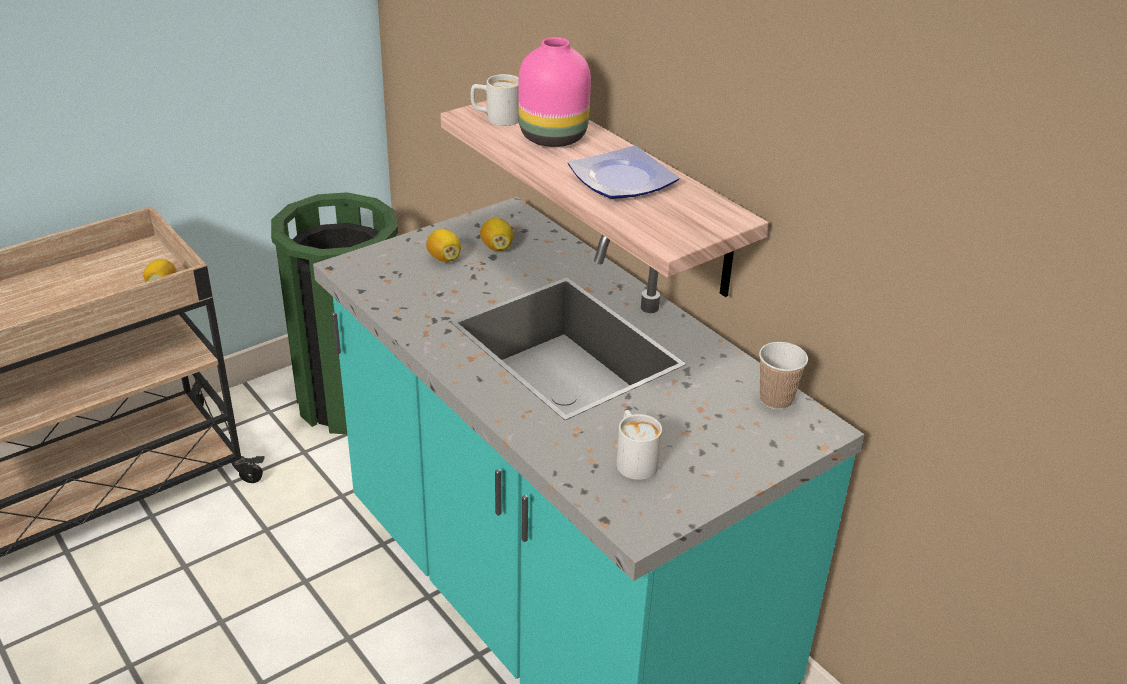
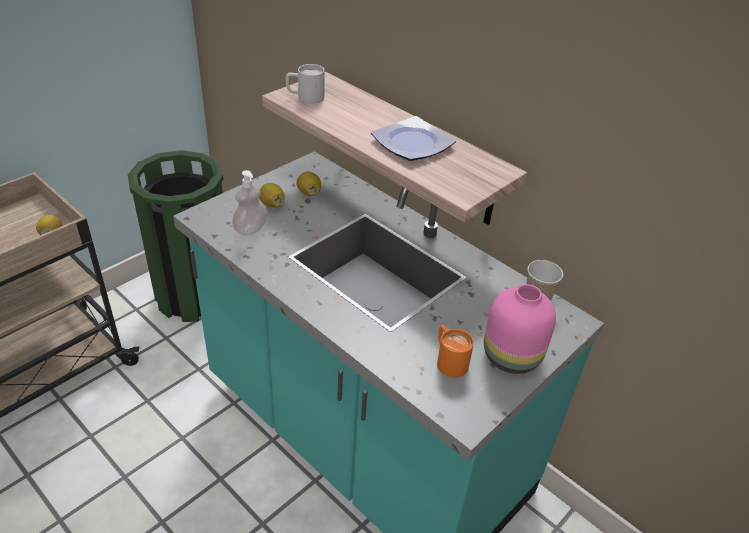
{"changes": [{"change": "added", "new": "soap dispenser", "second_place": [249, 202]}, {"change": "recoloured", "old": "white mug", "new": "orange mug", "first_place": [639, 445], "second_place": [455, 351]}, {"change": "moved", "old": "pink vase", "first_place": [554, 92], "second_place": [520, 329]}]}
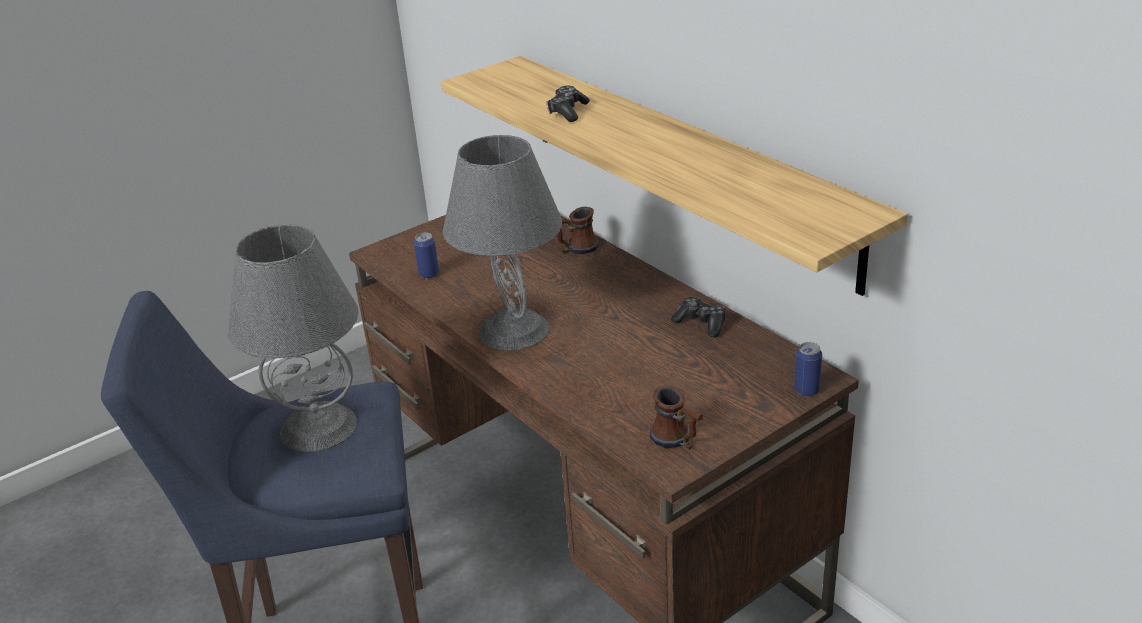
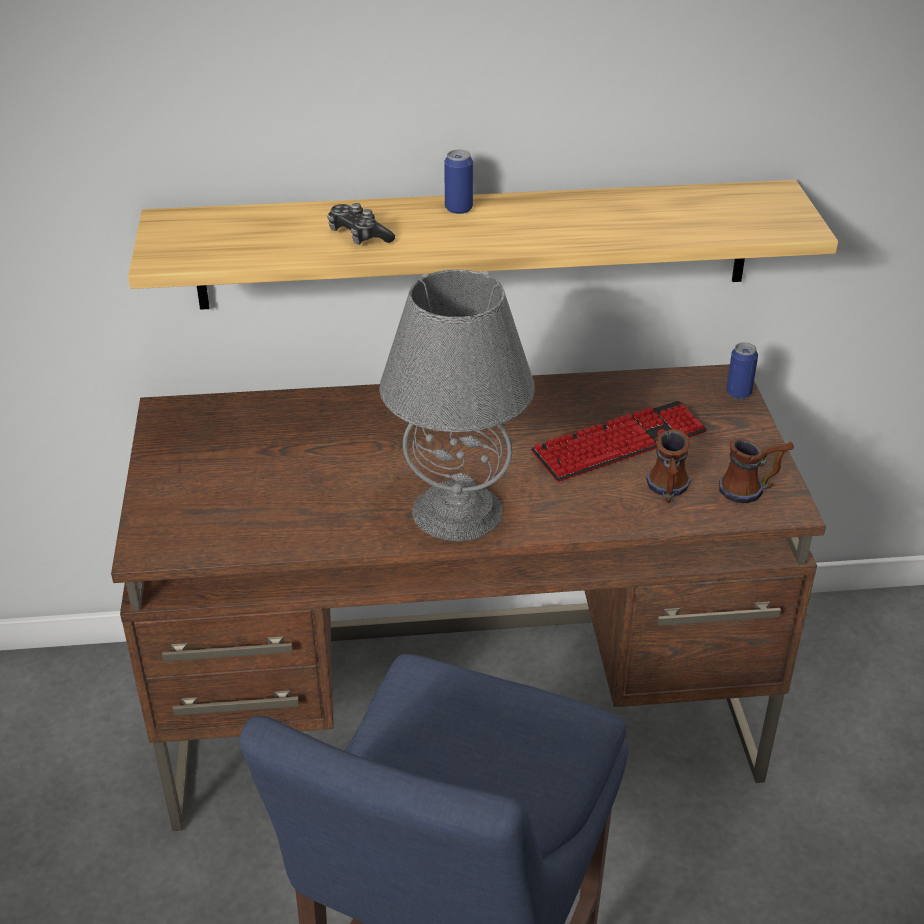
{"changes": [{"change": "moved", "old": "can", "first_place": [426, 256], "second_place": [458, 181]}, {"change": "added", "new": "keyboard", "second_place": [619, 441]}, {"change": "moved", "old": "mug", "first_place": [578, 230], "second_place": [668, 466]}, {"change": "removed", "old": "grey table lamp", "first_place": [293, 338]}, {"change": "removed", "old": "game controller", "first_place": [698, 317]}]}
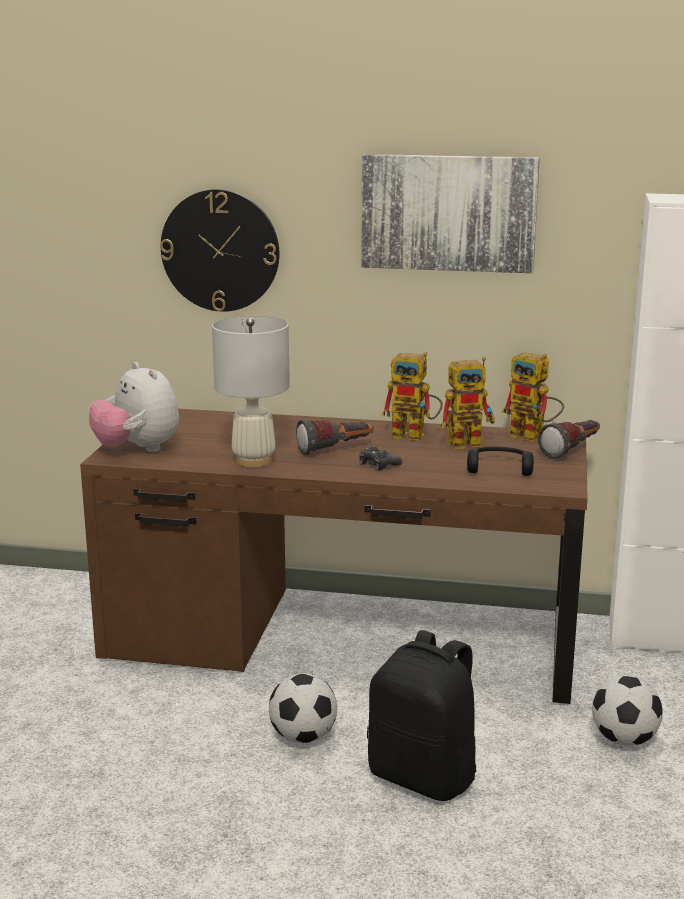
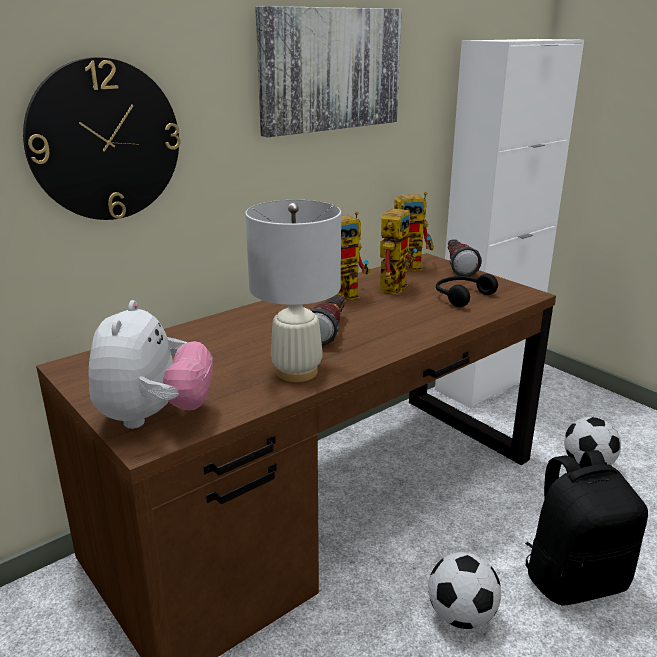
{"changes": [{"change": "turned", "old": "plush toy", "first_place": [134, 407], "second_place": [150, 364], "degrees": -90}, {"change": "removed", "old": "black game controller", "first_place": [380, 458]}]}
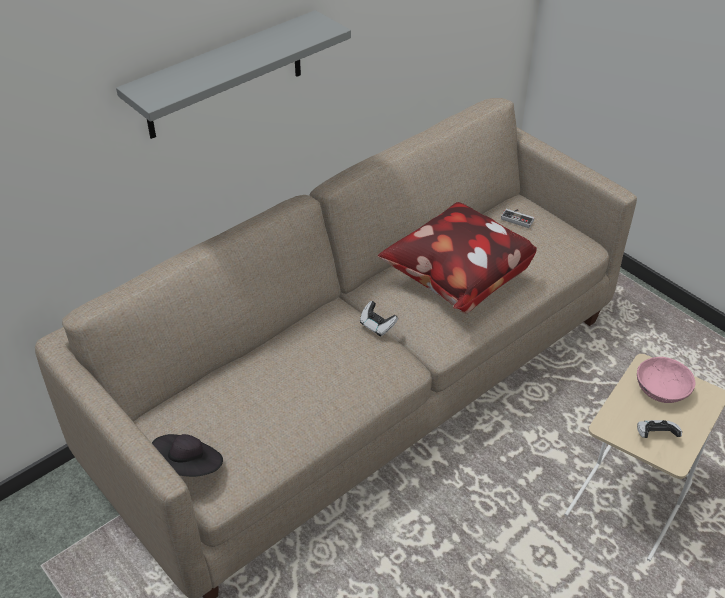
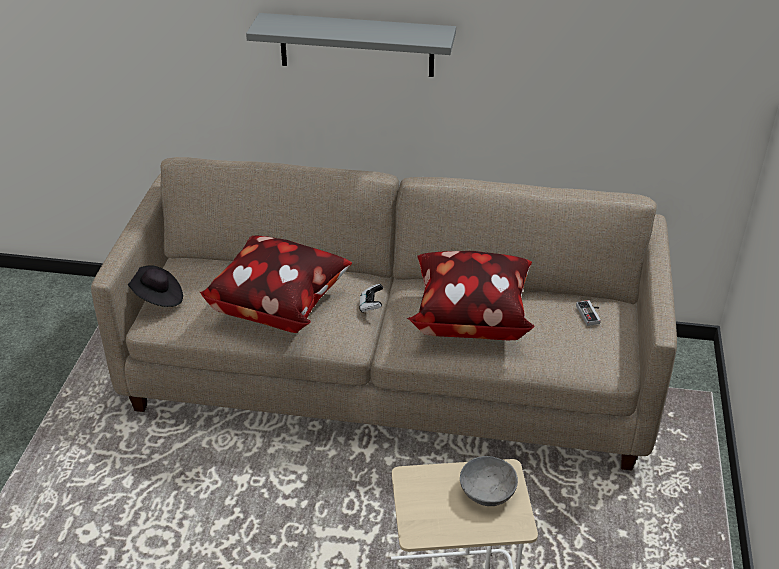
{"changes": [{"change": "added", "new": "pillow", "second_place": [276, 284]}, {"change": "recoloured", "old": "pink bowl", "new": "grey bowl", "first_place": [666, 380], "second_place": [489, 481]}, {"change": "removed", "old": "game controller", "first_place": [659, 429]}]}
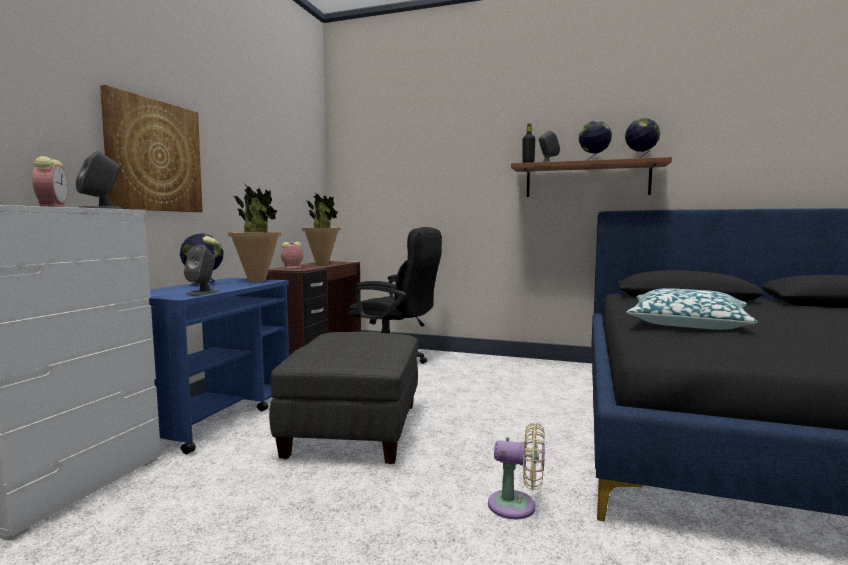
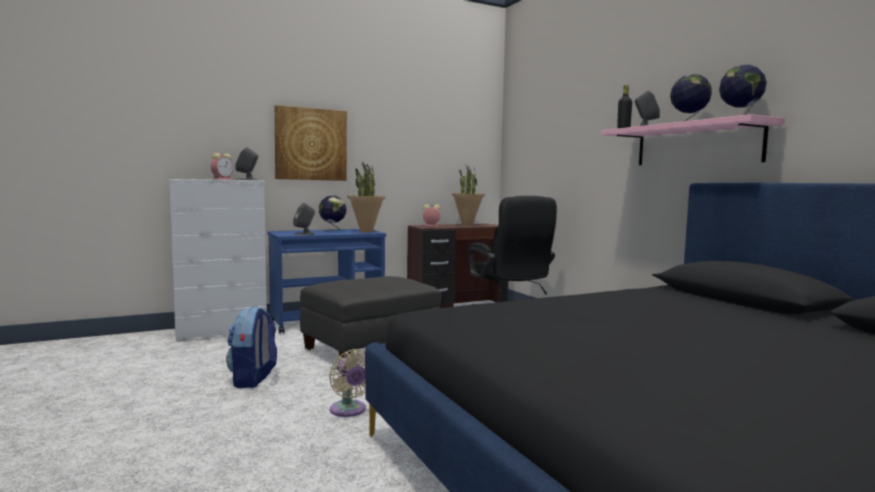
{"changes": [{"change": "added", "new": "backpack", "second_place": [251, 347]}, {"change": "recoloured", "old": "brown shelf", "new": "pink shelf", "first_place": [591, 177], "second_place": [693, 139]}, {"change": "removed", "old": "pillow", "first_place": [692, 309]}]}
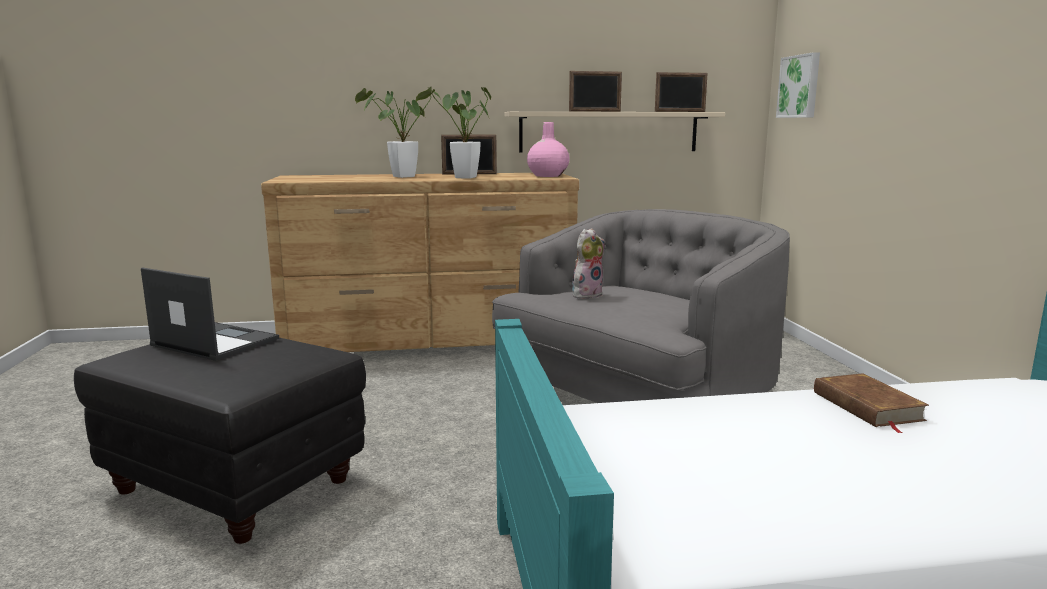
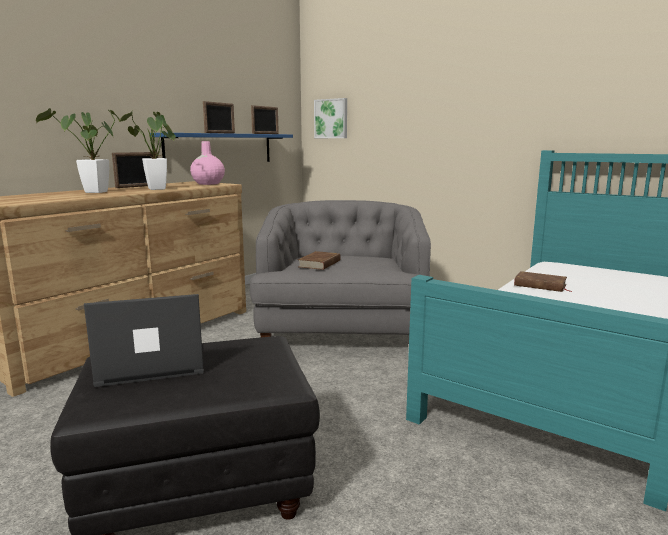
{"changes": [{"change": "recoloured", "old": "beige shelf", "new": "blue shelf", "first_place": [614, 132], "second_place": [221, 147]}, {"change": "replaced", "old": "plush toy", "new": "brown book", "first_place": [588, 263], "second_place": [319, 260]}]}
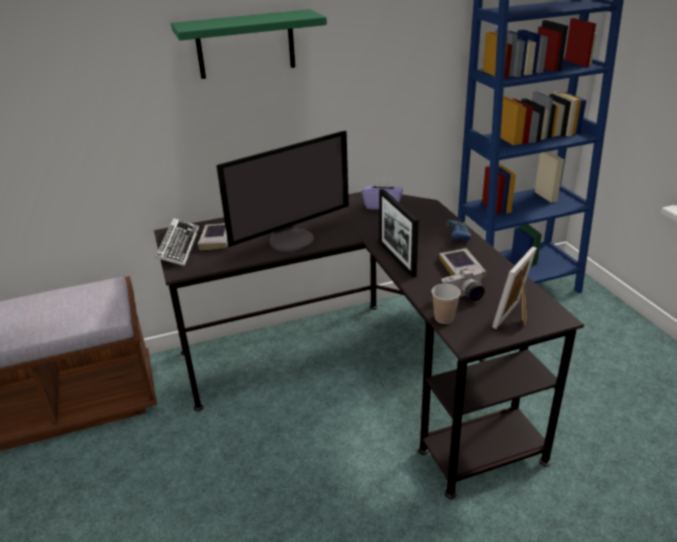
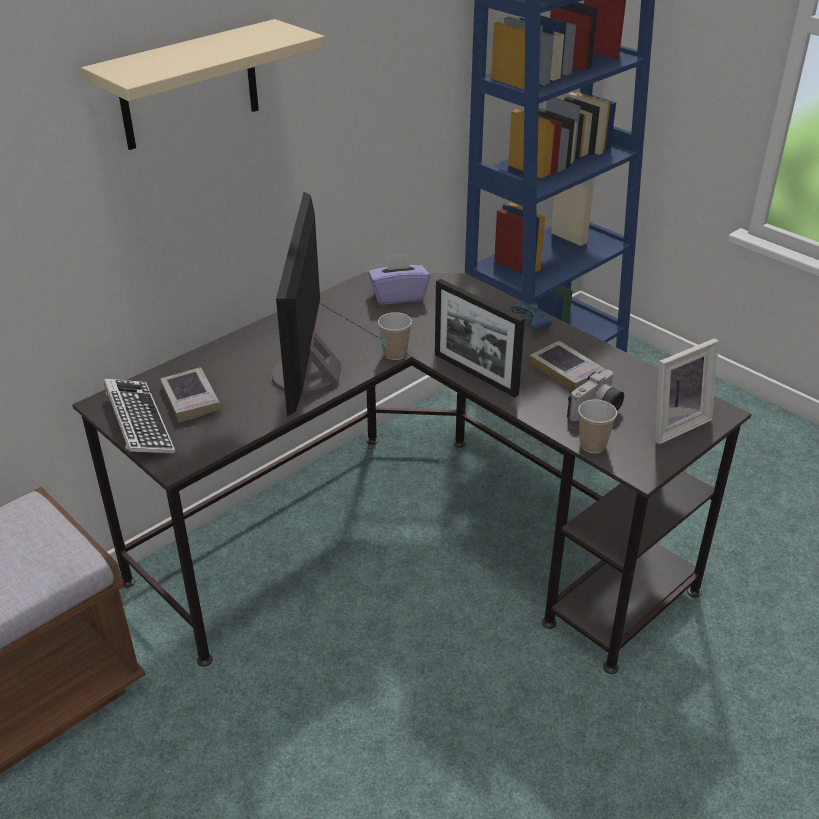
{"changes": [{"change": "recoloured", "old": "green shelf", "new": "beige shelf", "first_place": [249, 44], "second_place": [203, 84]}, {"change": "turned", "old": "monitor", "first_place": [283, 191], "second_place": [306, 304], "degrees": 150}, {"change": "added", "new": "cup", "second_place": [395, 336]}, {"change": "turned", "old": "picture frame", "first_place": [514, 288], "second_place": [687, 391], "degrees": -135}]}
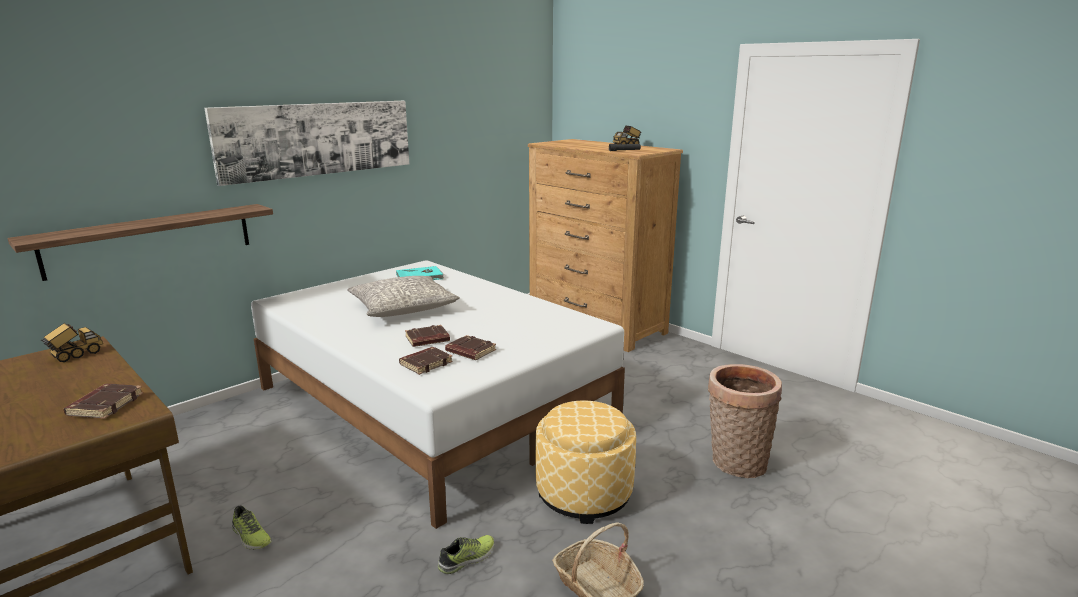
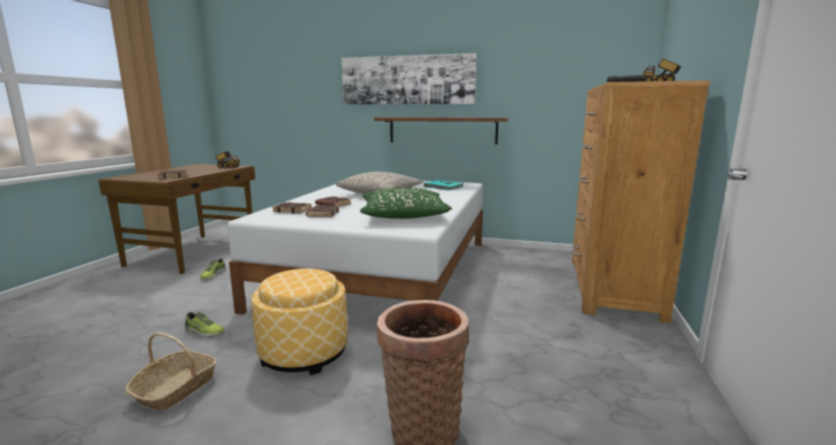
{"changes": [{"change": "added", "new": "green pillow", "second_place": [406, 203]}, {"change": "moved", "old": "shelf", "first_place": [140, 242], "second_place": [441, 130]}]}
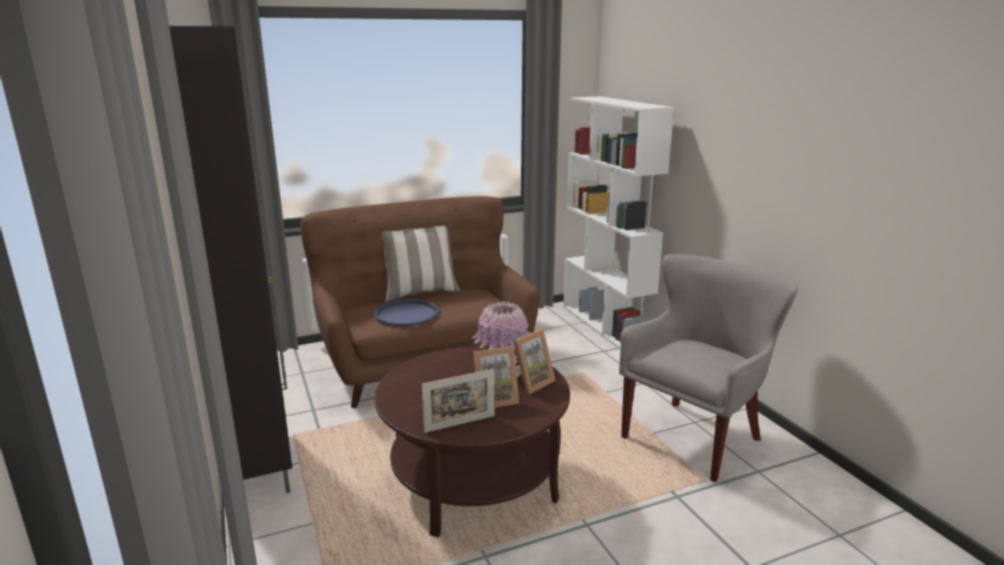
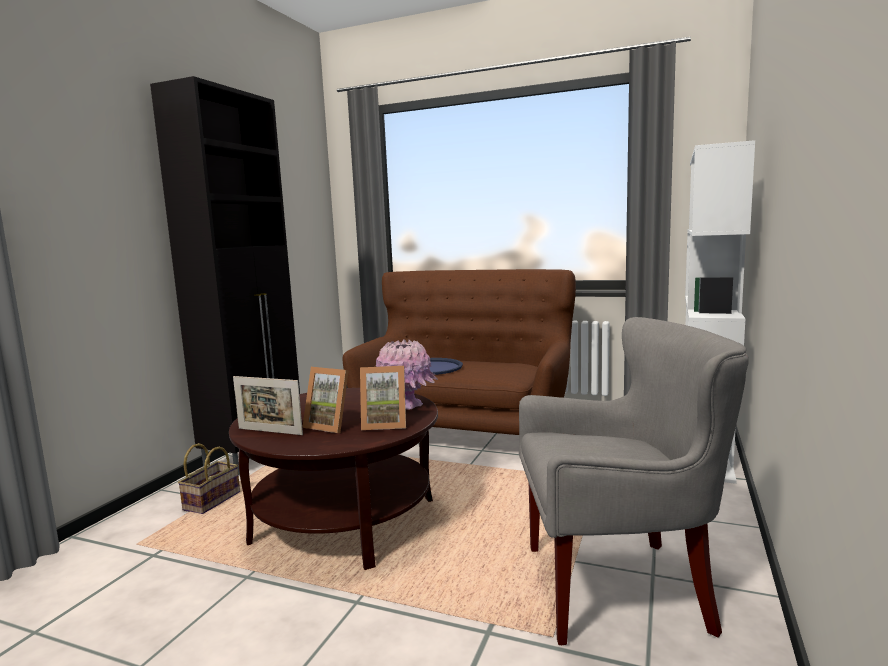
{"changes": [{"change": "added", "new": "basket", "second_place": [209, 478]}, {"change": "removed", "old": "pillow", "first_place": [421, 264]}]}
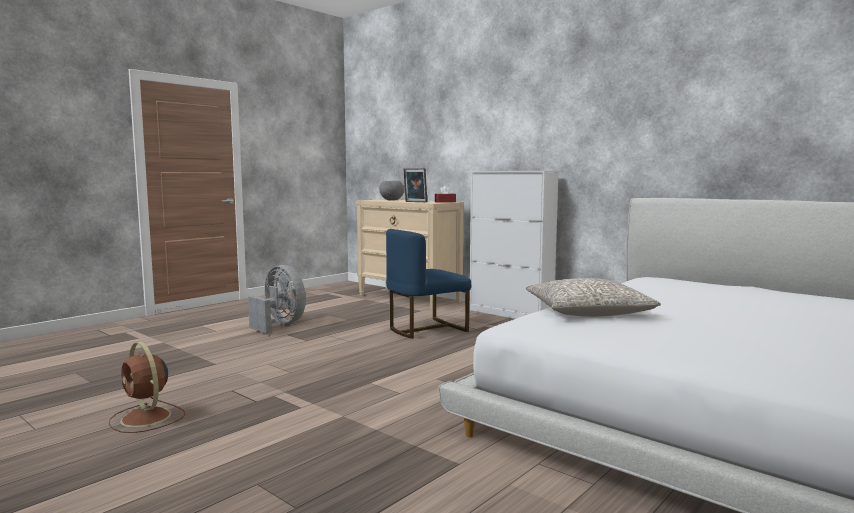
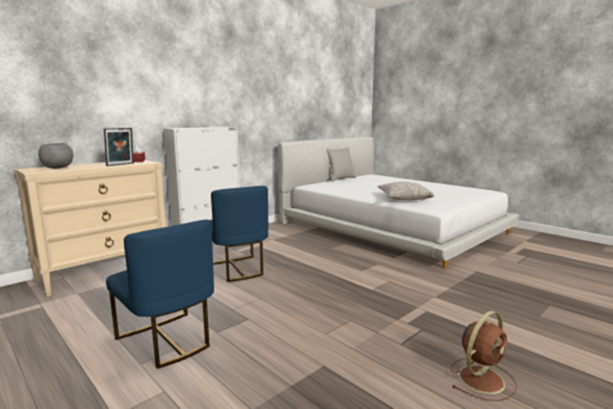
{"changes": [{"change": "replaced", "old": "grey fan", "new": "blue chair", "first_place": [277, 299], "second_place": [160, 294]}, {"change": "added", "new": "grey pillow", "second_place": [341, 164]}]}
